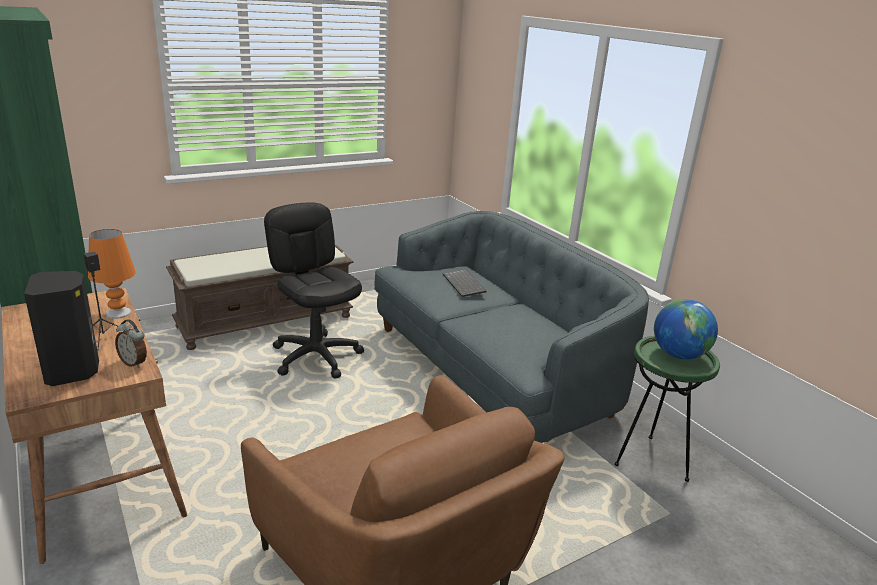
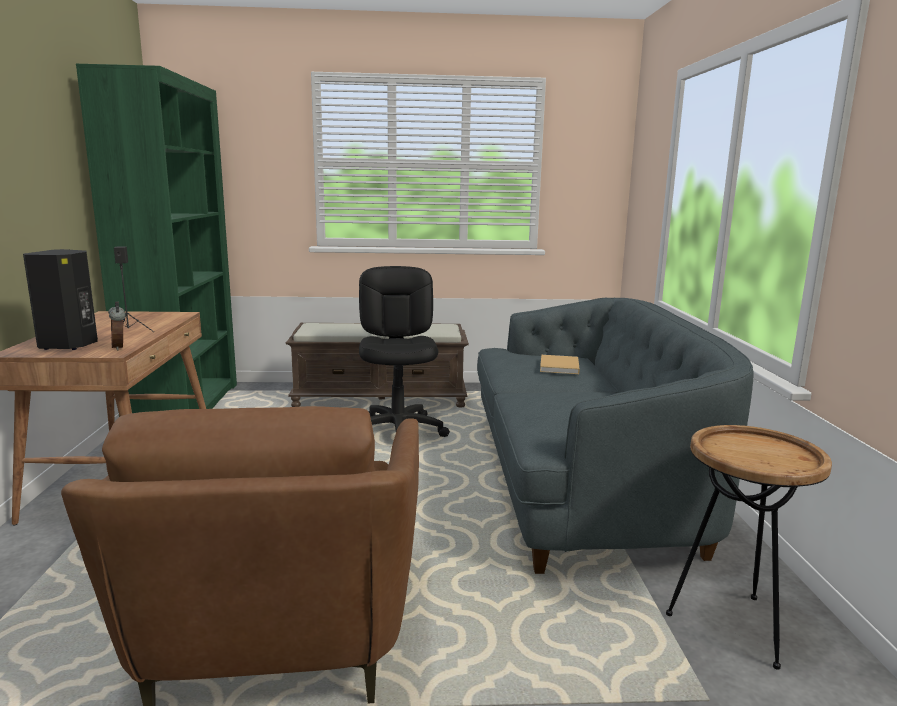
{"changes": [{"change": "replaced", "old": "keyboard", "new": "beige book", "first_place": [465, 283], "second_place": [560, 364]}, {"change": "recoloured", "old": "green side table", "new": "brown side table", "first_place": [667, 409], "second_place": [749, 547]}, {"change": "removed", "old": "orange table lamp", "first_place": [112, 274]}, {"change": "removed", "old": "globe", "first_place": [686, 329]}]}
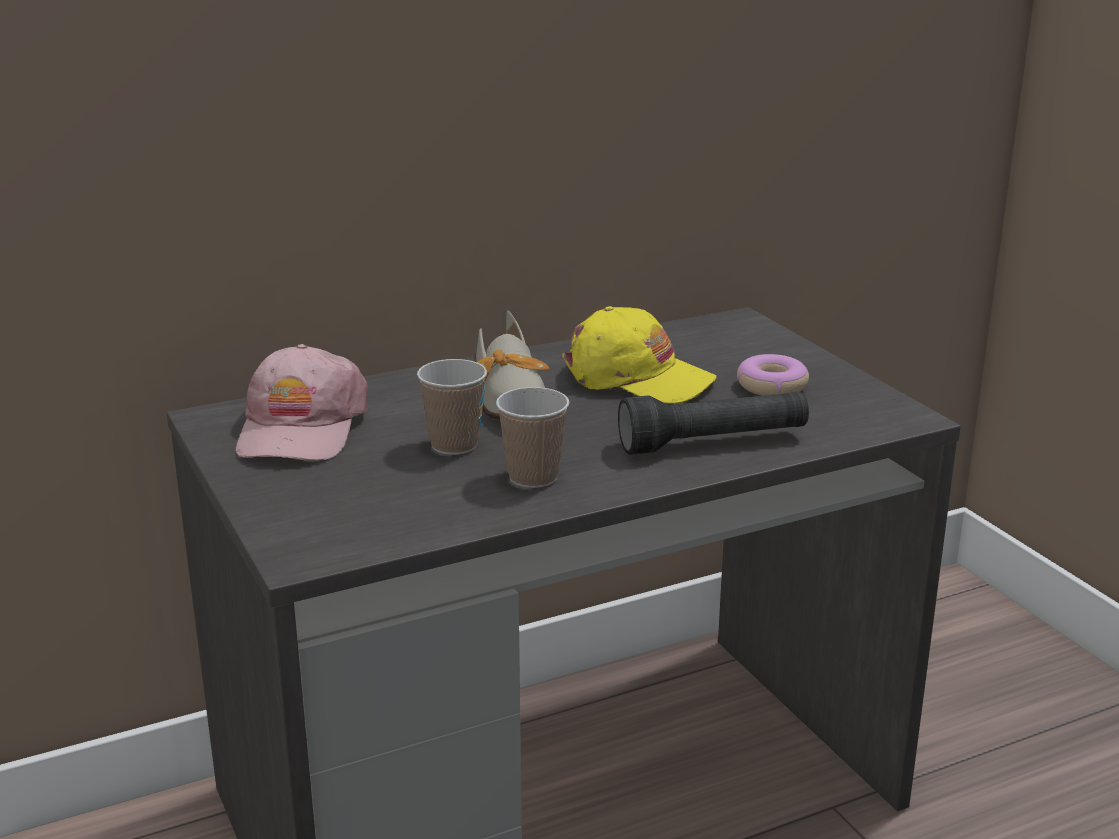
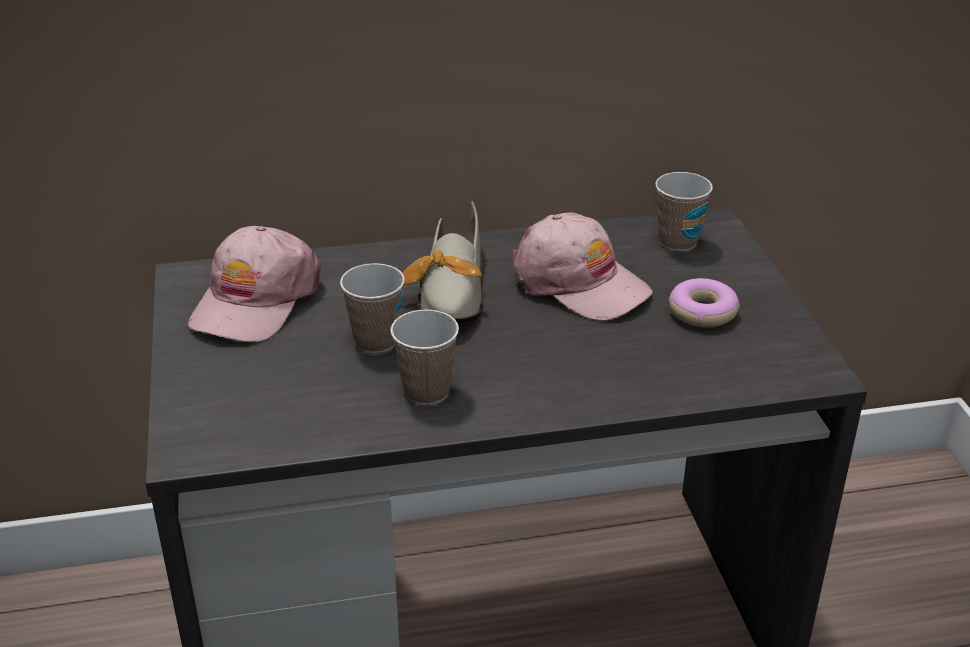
{"changes": [{"change": "recoloured", "old": "yellow cap", "new": "pink cap", "first_place": [639, 355], "second_place": [582, 267]}, {"change": "added", "new": "cup", "second_place": [684, 211]}, {"change": "removed", "old": "black flashlight", "first_place": [713, 423]}]}
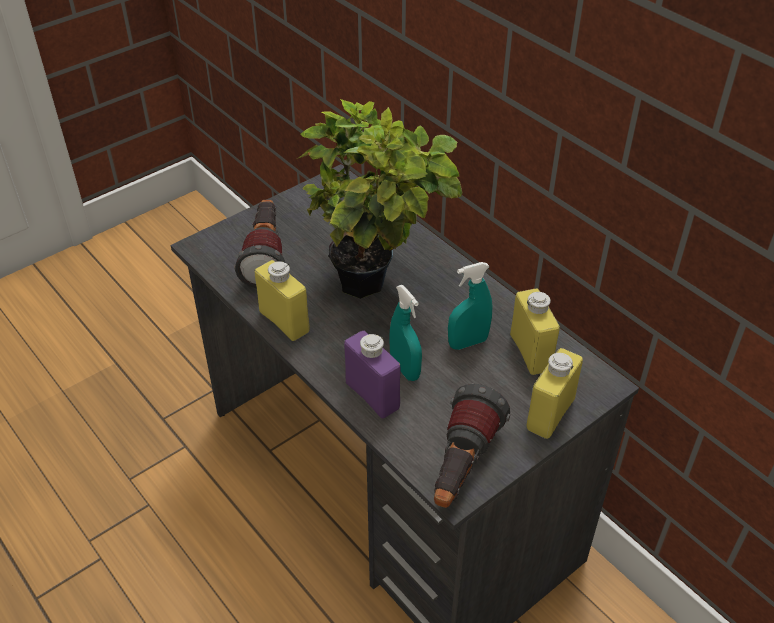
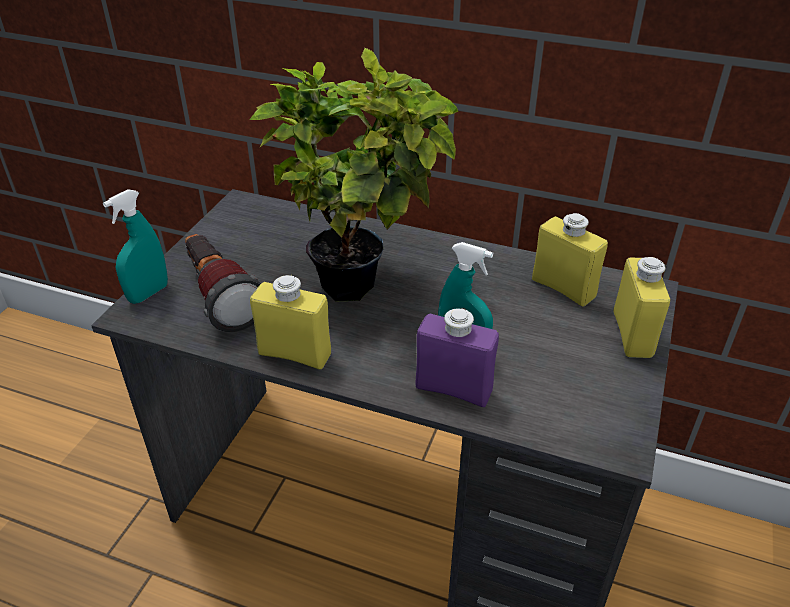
{"changes": [{"change": "moved", "old": "turquoise spray bottle", "first_place": [470, 306], "second_place": [135, 246]}, {"change": "removed", "old": "flashlight", "first_place": [472, 446]}]}
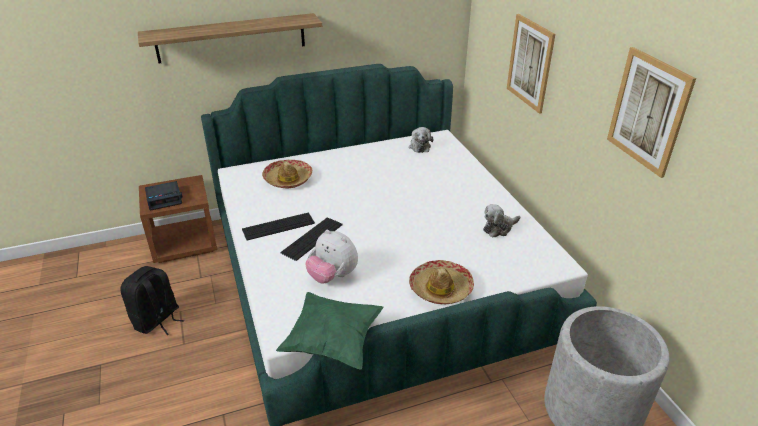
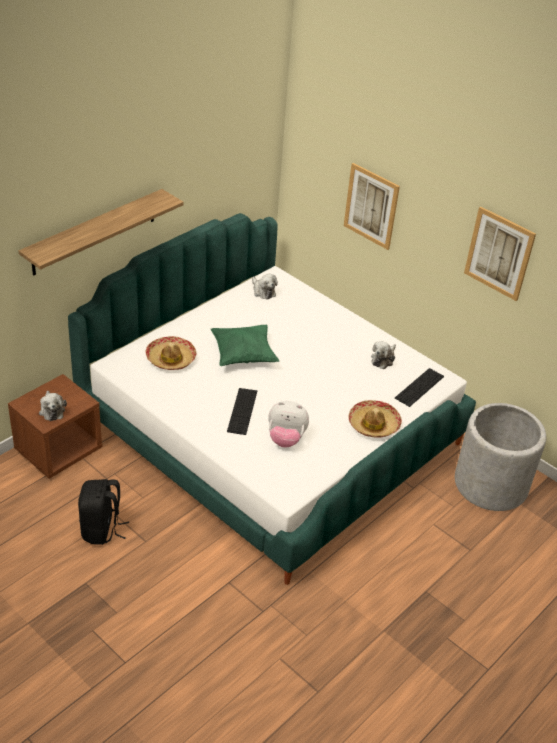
{"changes": [{"change": "replaced", "old": "alarm clock", "new": "plush toy", "first_place": [164, 195], "second_place": [53, 406]}, {"change": "moved", "old": "green pillow", "first_place": [329, 331], "second_place": [245, 345]}, {"change": "moved", "old": "keyboard", "first_place": [278, 226], "second_place": [419, 387]}]}
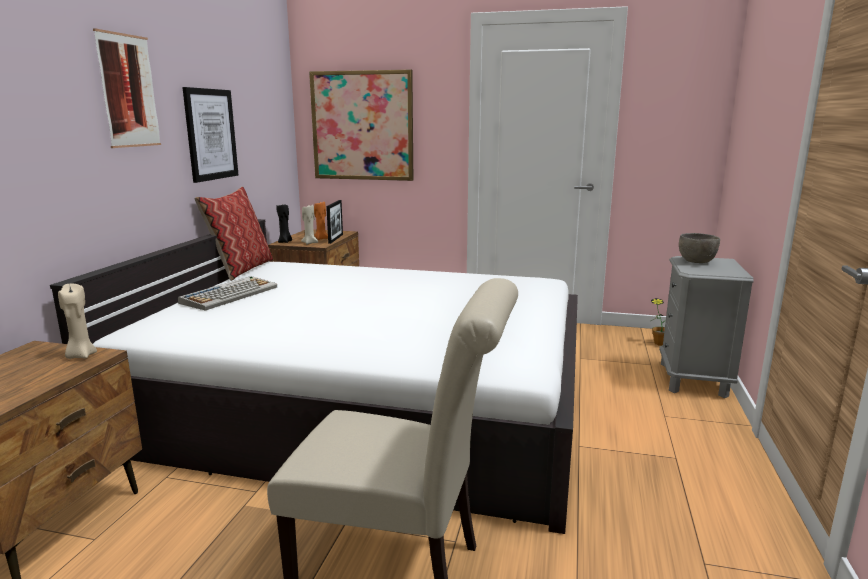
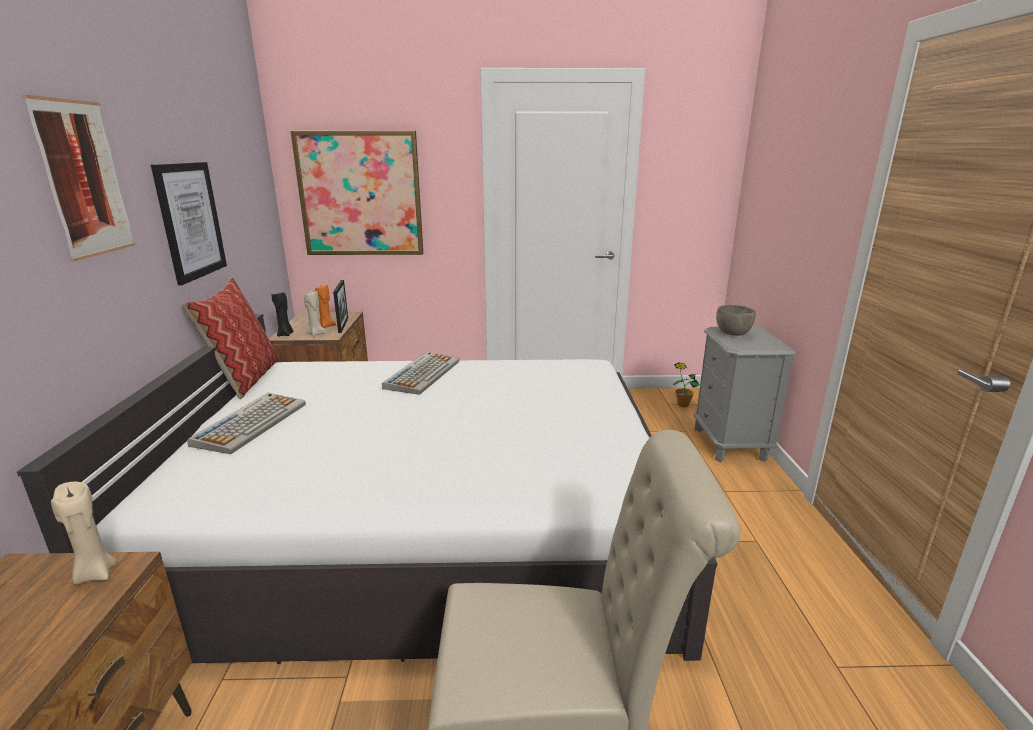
{"changes": [{"change": "added", "new": "keyboard", "second_place": [420, 373]}]}
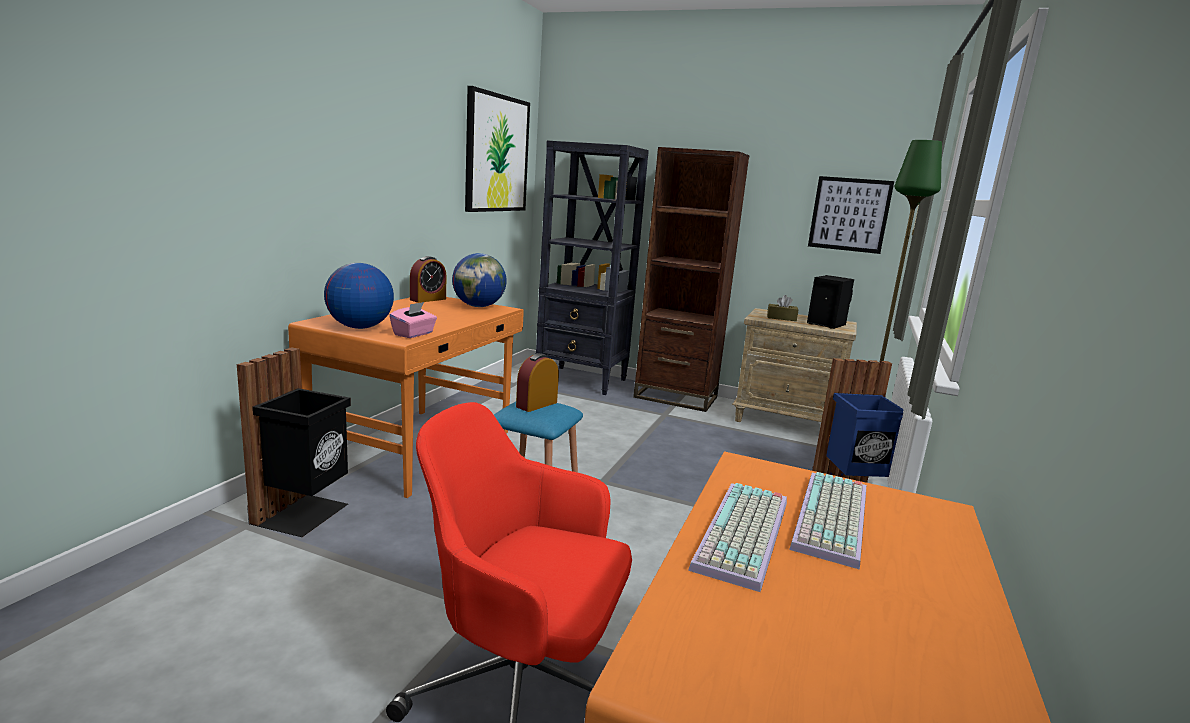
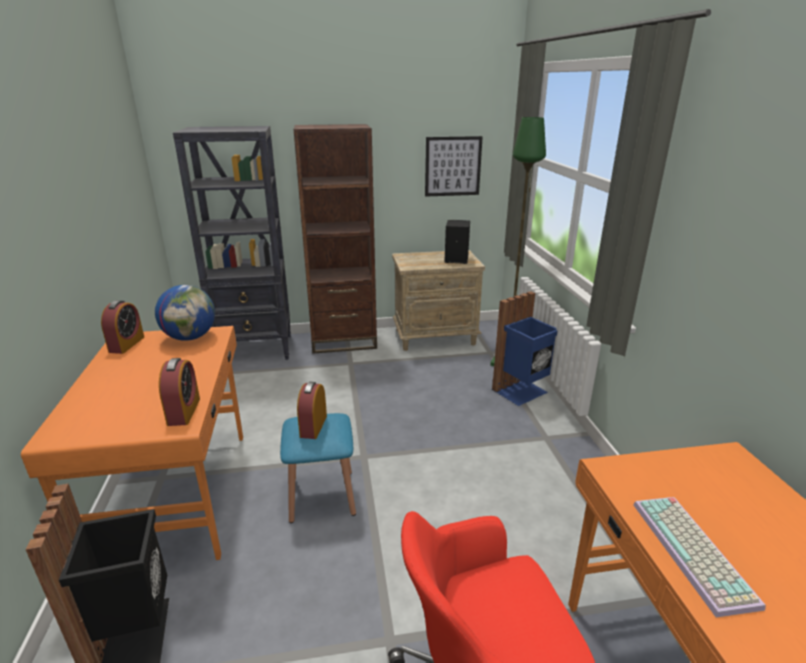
{"changes": [{"change": "replaced", "old": "pink tissue box", "new": "alarm clock", "first_place": [413, 320], "second_place": [179, 392]}, {"change": "removed", "old": "globe", "first_place": [359, 296]}, {"change": "removed", "old": "picture", "first_place": [497, 149]}, {"change": "removed", "old": "brown tissue box", "first_place": [782, 308]}, {"change": "removed", "old": "keyboard", "first_place": [827, 521]}]}
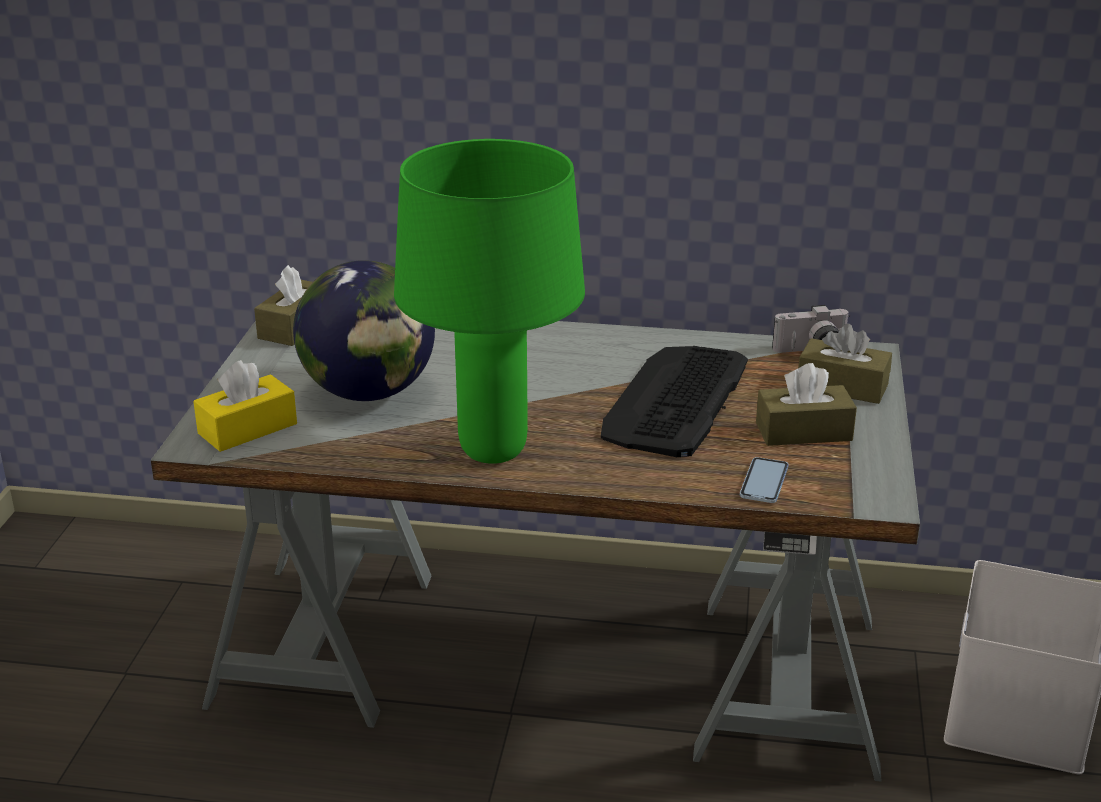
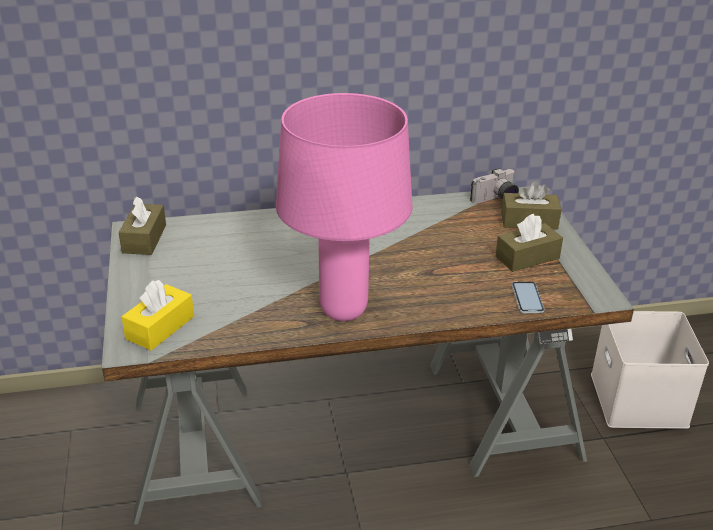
{"changes": [{"change": "recoloured", "old": "green table lamp", "new": "pink table lamp", "first_place": [489, 301], "second_place": [344, 207]}, {"change": "removed", "old": "globe", "first_place": [364, 330]}, {"change": "removed", "old": "keyboard", "first_place": [674, 401]}]}
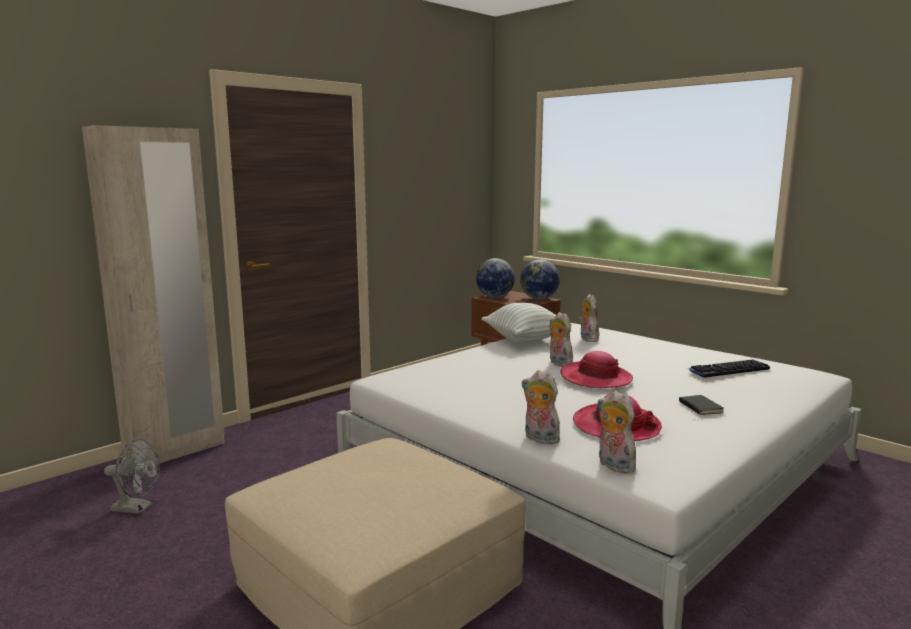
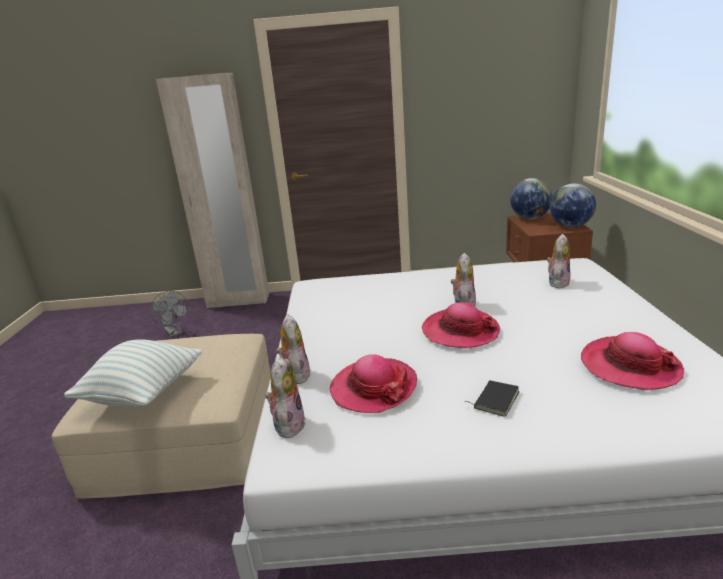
{"changes": [{"change": "moved", "old": "pillow", "first_place": [526, 323], "second_place": [133, 373]}, {"change": "replaced", "old": "keyboard", "new": "hat", "first_place": [728, 368], "second_place": [632, 361]}]}
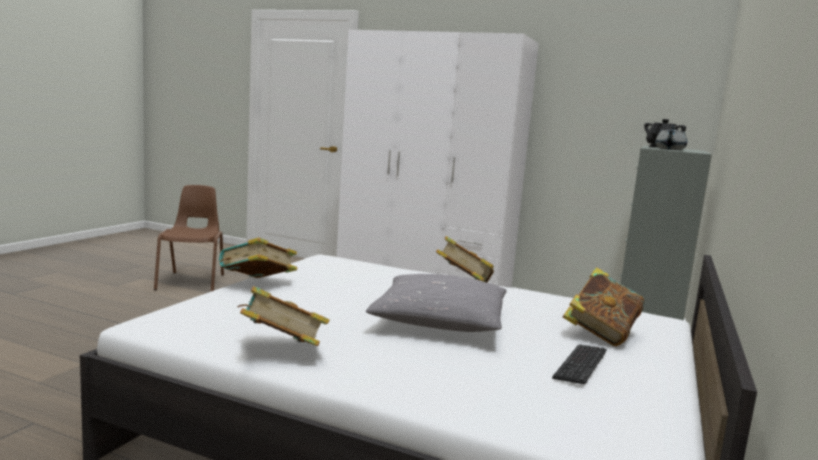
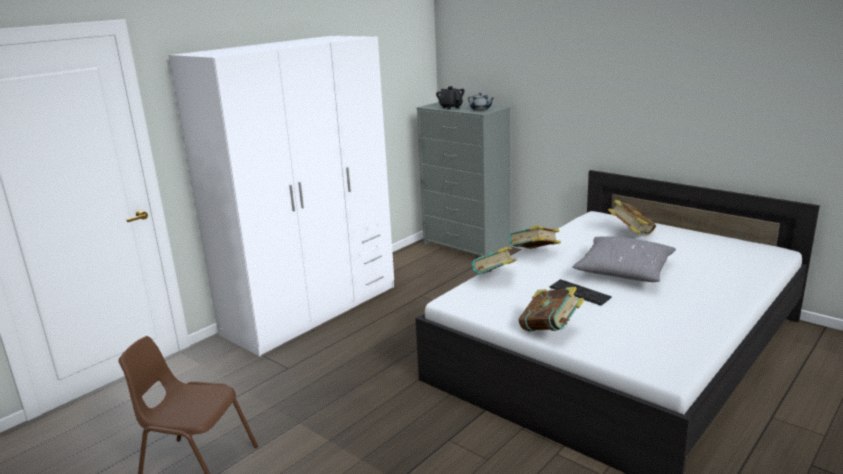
{"changes": [{"change": "moved", "old": "book", "first_place": [283, 316], "second_place": [494, 260]}, {"change": "moved", "old": "keyboard", "first_place": [579, 364], "second_place": [581, 292]}]}
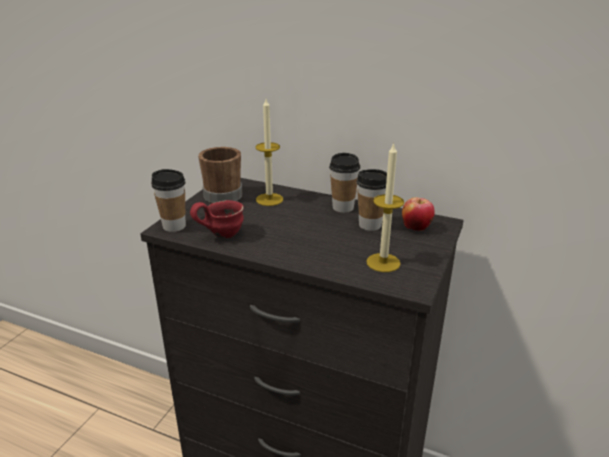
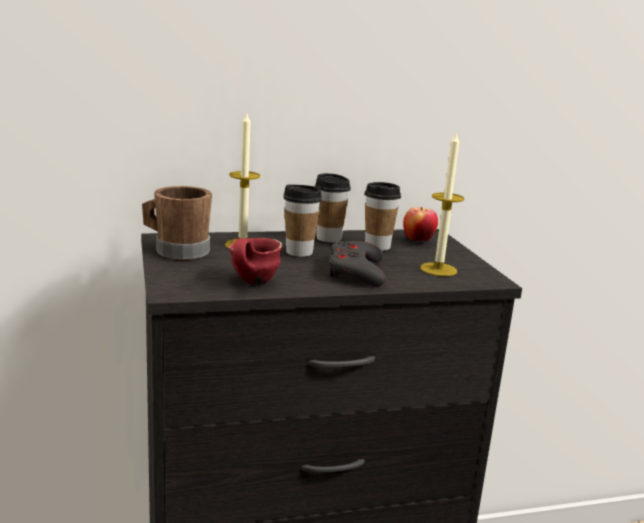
{"changes": [{"change": "moved", "old": "cup", "first_place": [168, 200], "second_place": [302, 220]}, {"change": "added", "new": "grey game controller", "second_place": [357, 263]}]}
